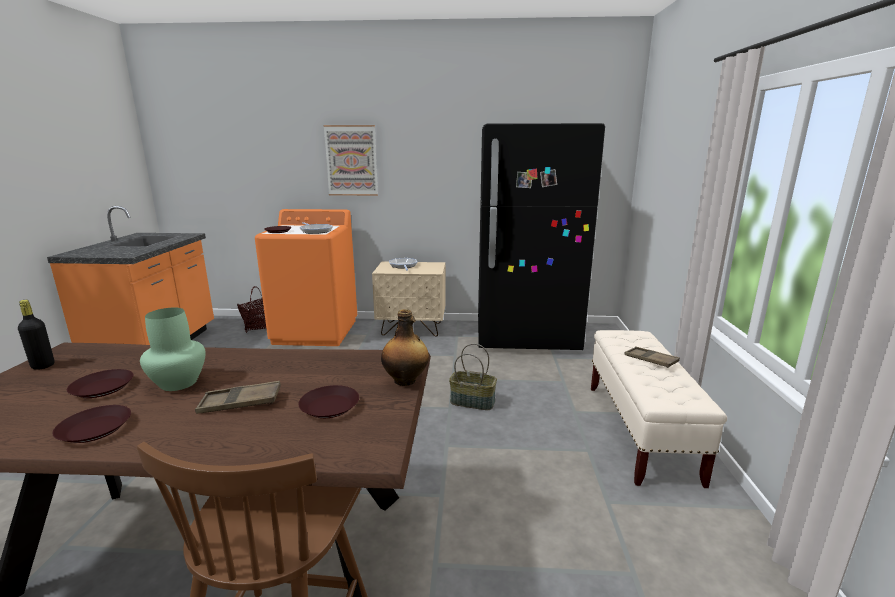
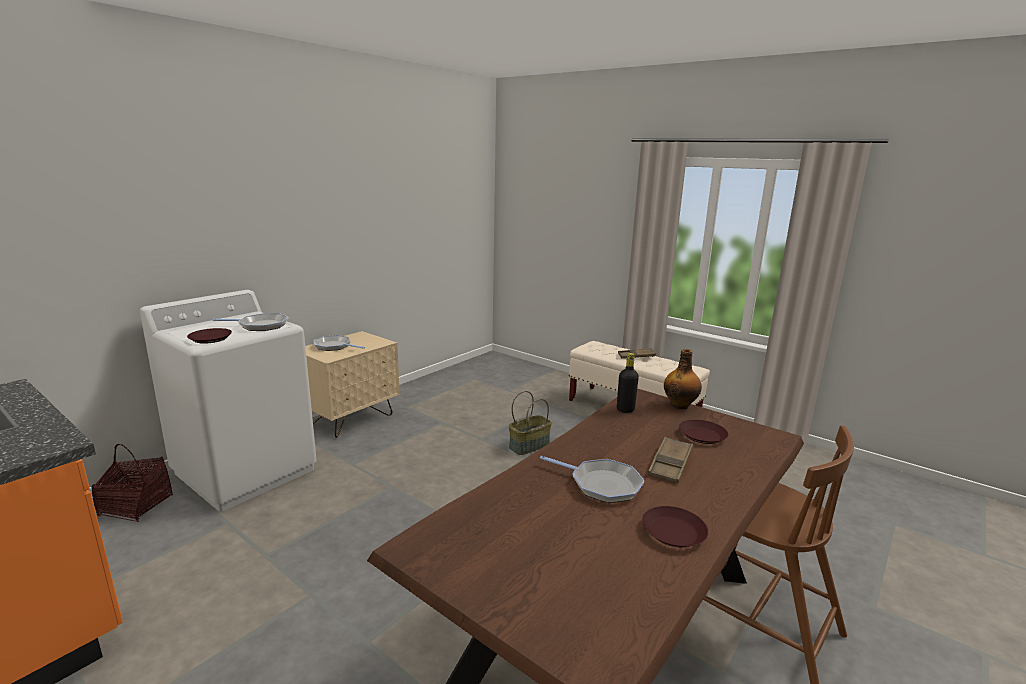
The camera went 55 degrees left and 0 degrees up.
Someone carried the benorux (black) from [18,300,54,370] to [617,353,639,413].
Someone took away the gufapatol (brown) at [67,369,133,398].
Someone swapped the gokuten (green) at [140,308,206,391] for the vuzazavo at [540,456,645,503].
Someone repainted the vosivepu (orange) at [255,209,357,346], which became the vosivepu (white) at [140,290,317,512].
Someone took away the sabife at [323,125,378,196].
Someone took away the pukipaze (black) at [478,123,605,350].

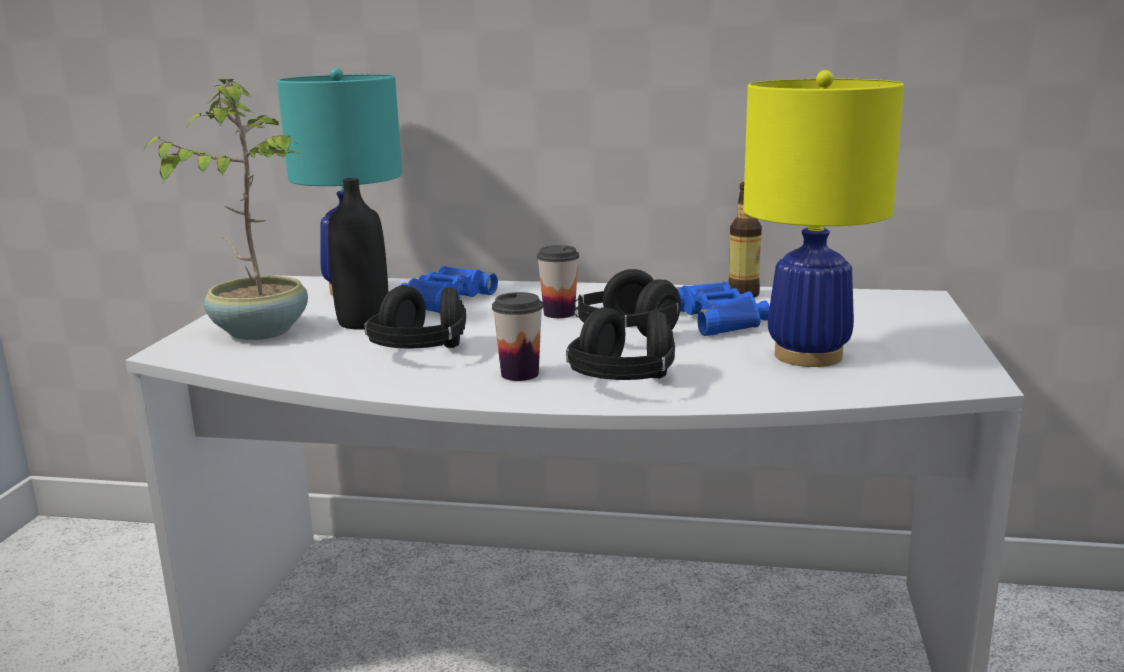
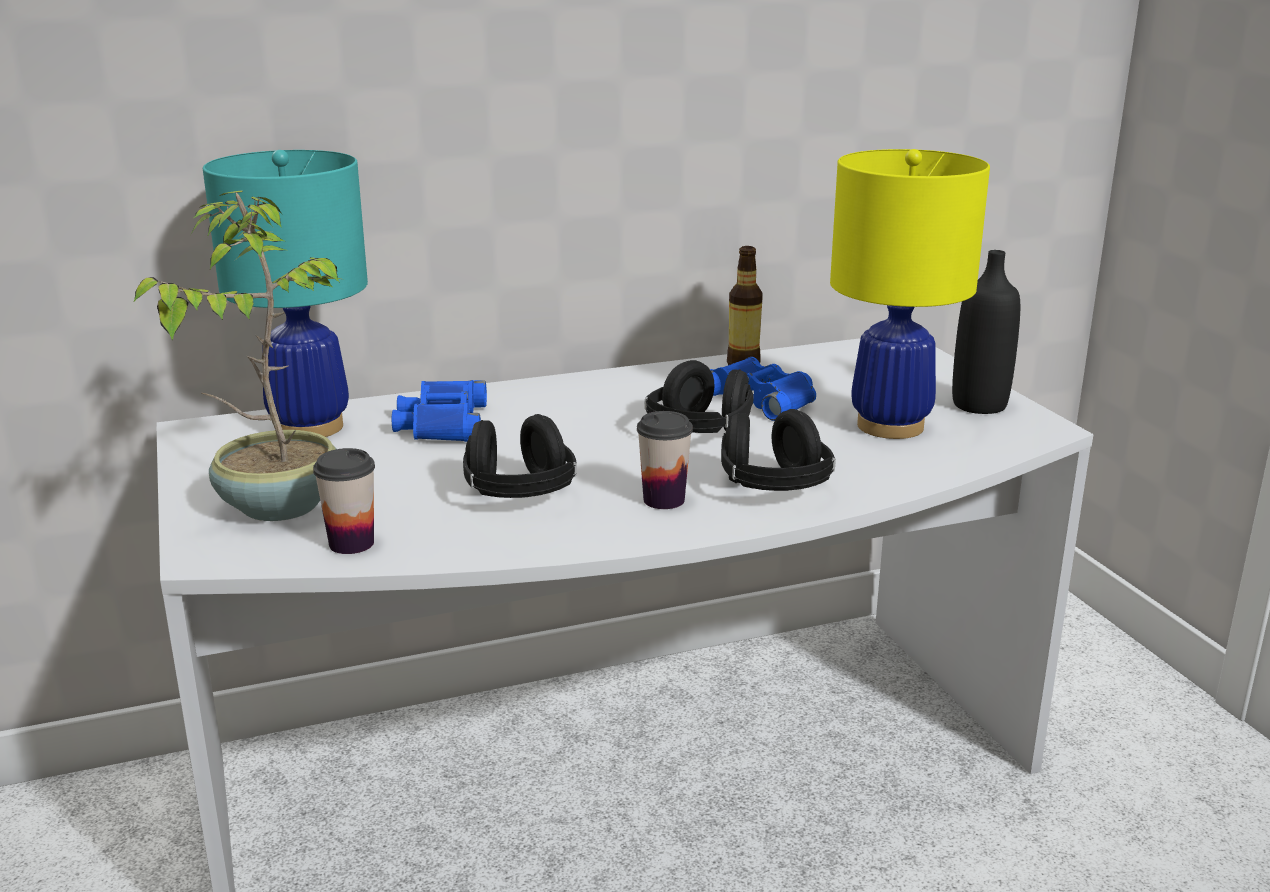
The camera went 30 degrees left and 5 degrees up.
Someone carried the benorux (black) from [328,178,388,330] to [952,250,1020,414].
Someone carried the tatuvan from [537,245,579,318] to [313,448,375,554].

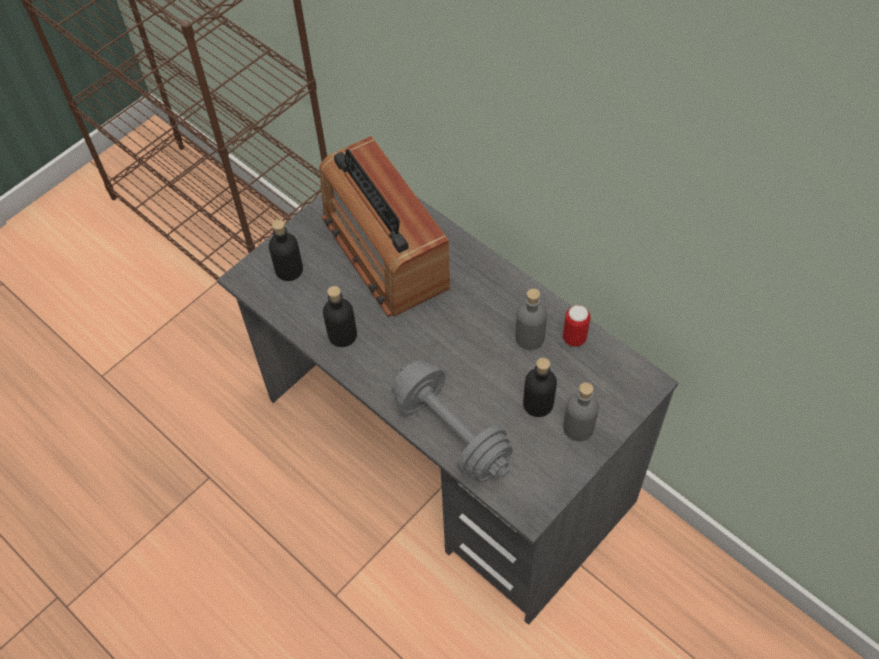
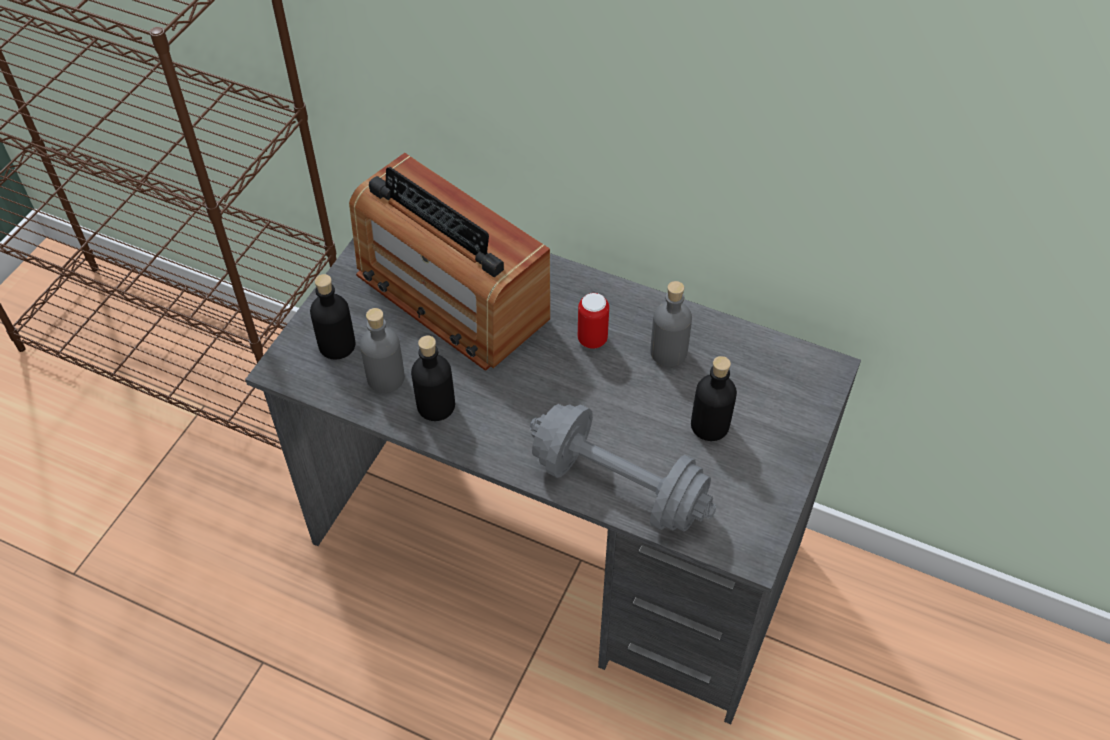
The camera went 20 degrees left and 5 degrees down.
Someone carried the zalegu from [563,305,590,347] to [578,293,609,349].
Someone carried the benorux (grey) from [563,382,599,441] to [360,308,405,393].

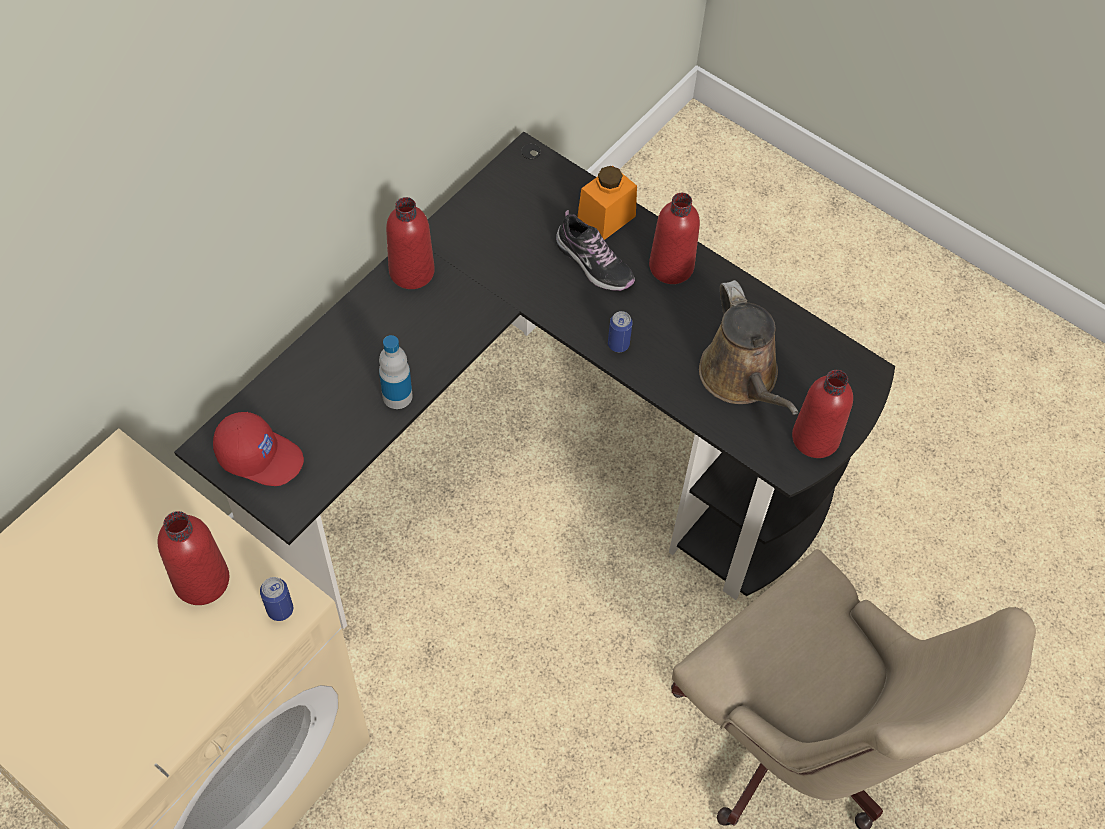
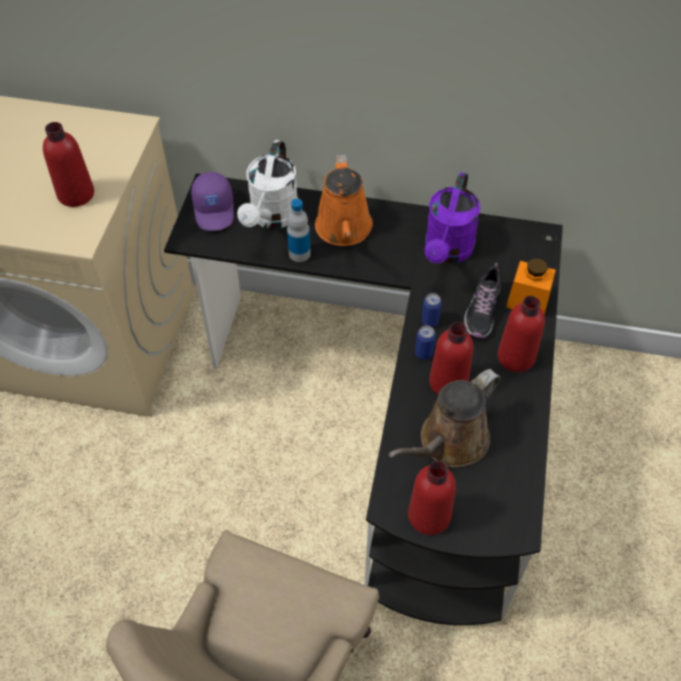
The camera went 65 degrees right and 5 degrees down.
Someone repainted the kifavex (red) at [213,412,304,486], which became the kifavex (purple) at [191,172,234,231].
Someone carried the zalegu from [260,577,293,621] to [422,293,442,327].
Someone carried the benorux (red) from [386,197,435,289] to [429,322,473,395].
Someone put down the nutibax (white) at [237,140,298,229].
Someone put down the nutibax (orange) at [315,155,373,246].
Someone put down the nutibax (purple) at [425,172,481,263].

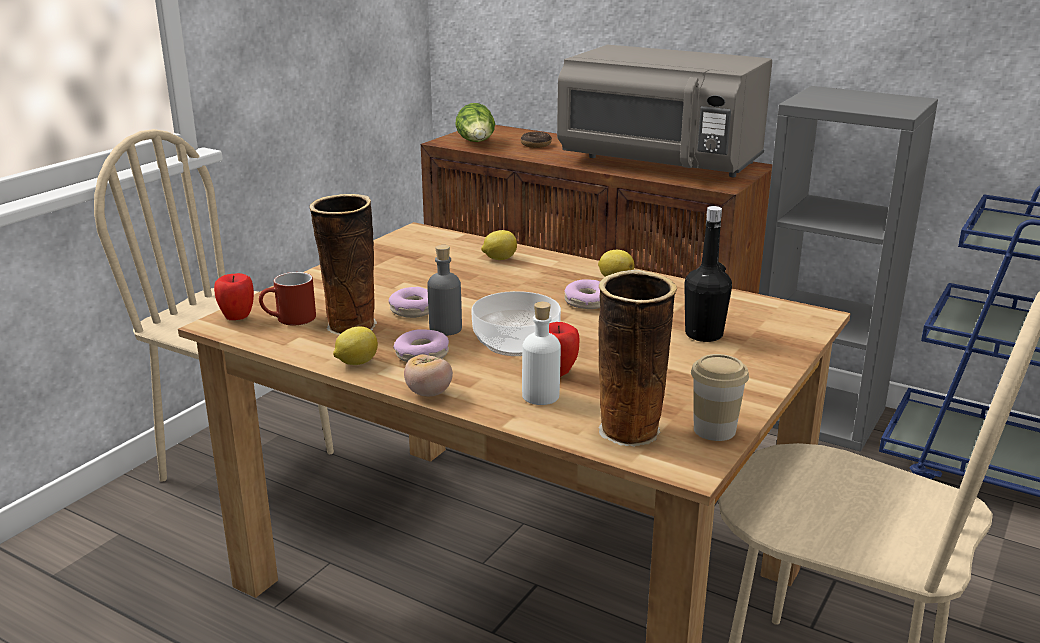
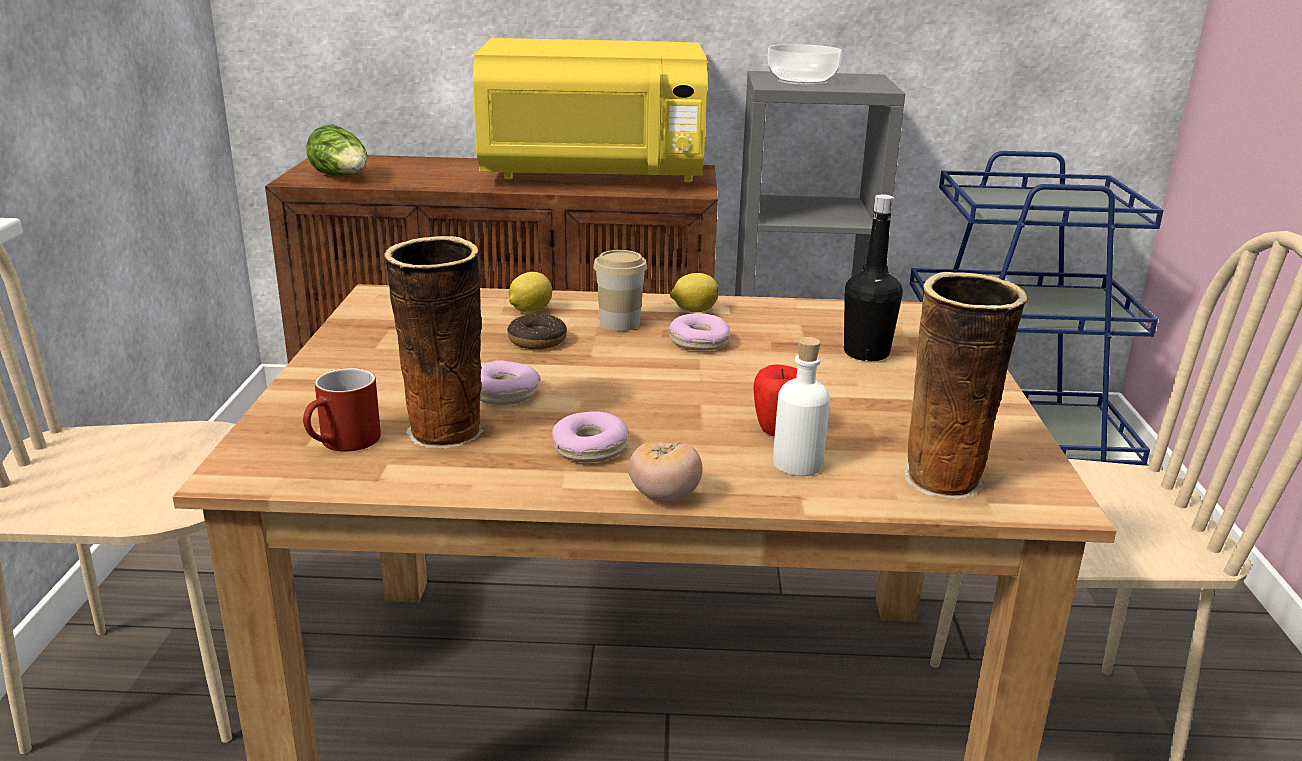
The camera went 30 degrees left and 0 degrees up.
Someone took away the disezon at [214,273,254,320].
Someone took away the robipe at [333,326,378,365].
Someone took away the benorux (grey) at [427,245,462,336].
Someone carried the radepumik from [471,291,561,356] to [768,44,842,85].
Someone carried the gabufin from [521,132,552,148] to [507,314,567,349].
Someone repainted the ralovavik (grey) at [557,45,772,177], which became the ralovavik (yellow) at [473,38,707,182].
Someone carried the tatuvan from [691,354,749,441] to [593,250,647,331].

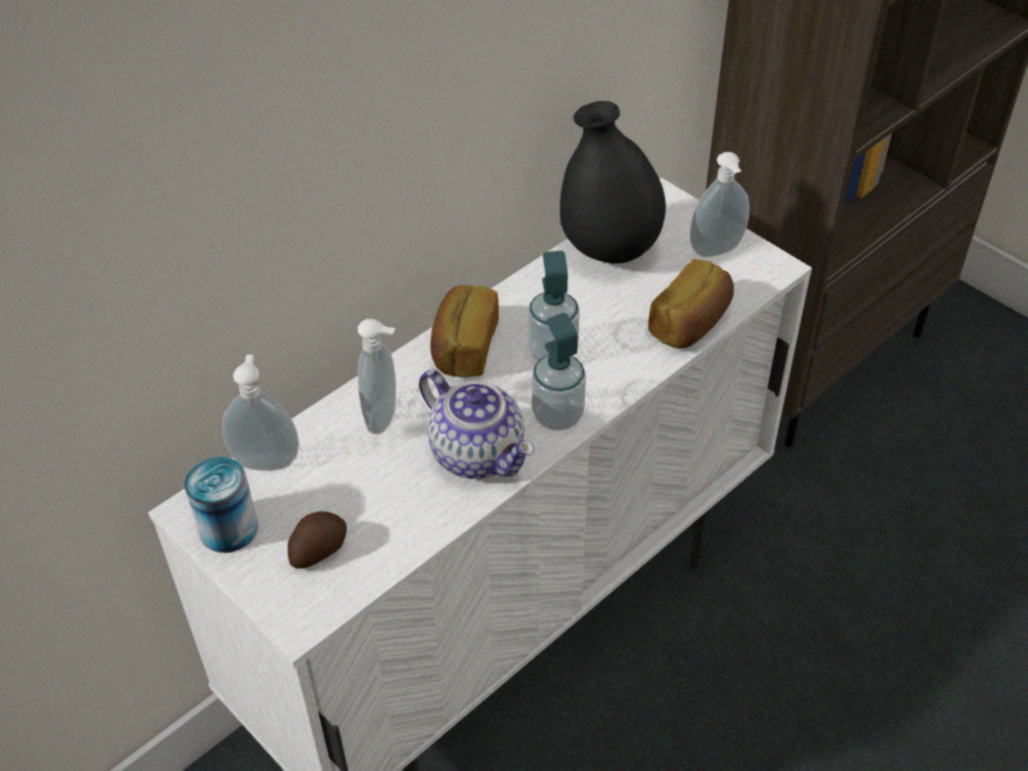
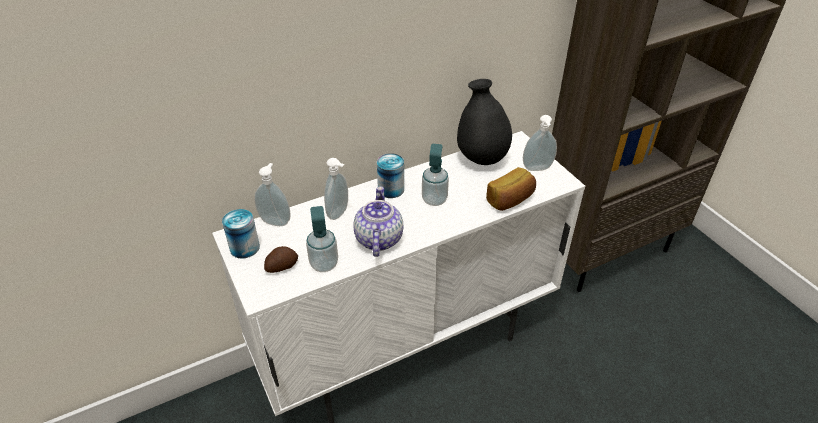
The camera went 15 degrees right and 5 degrees down.
Someone rotated the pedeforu at [419,370,534,479] by 150 degrees counterclockwise.
Someone swapped the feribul at [430,285,499,378] for the zalegu at [377,153,404,198].
Someone carried the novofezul from [532,313,586,431] to [306,206,338,272].

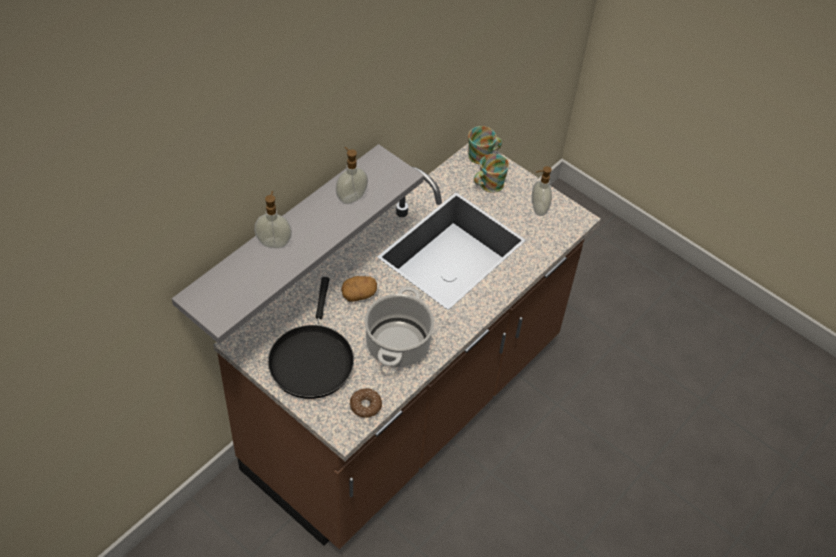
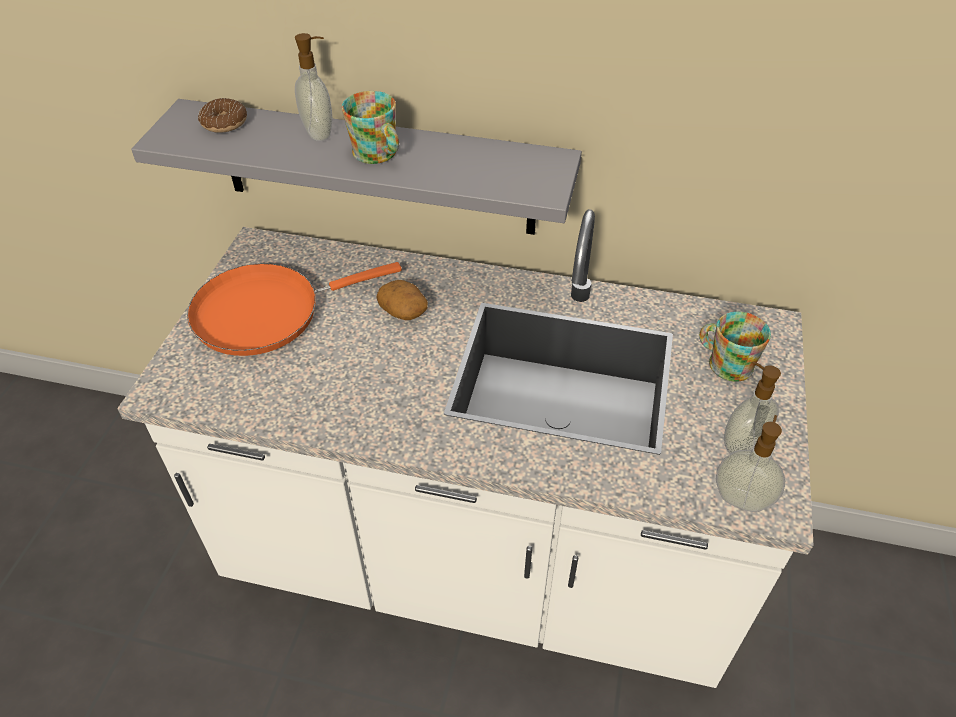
The camera went 65 degrees right and 5 degrees down.
Someone repainted the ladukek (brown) at [214,143,601,549], which became the ladukek (white) at [117,209,813,688].
Someone repainted the vuzazavo (black) at [268,277,354,399], which became the vuzazavo (orange) at [187,262,402,356].
Someone carried the novofezul from [336,147,368,204] to [716,415,785,512].
Someone carried the gabufin from [350,388,382,418] to [198,98,247,133].
Someone took away the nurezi at [365,287,434,367].
Someone carried the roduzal from [468,126,502,164] to [341,91,399,164].

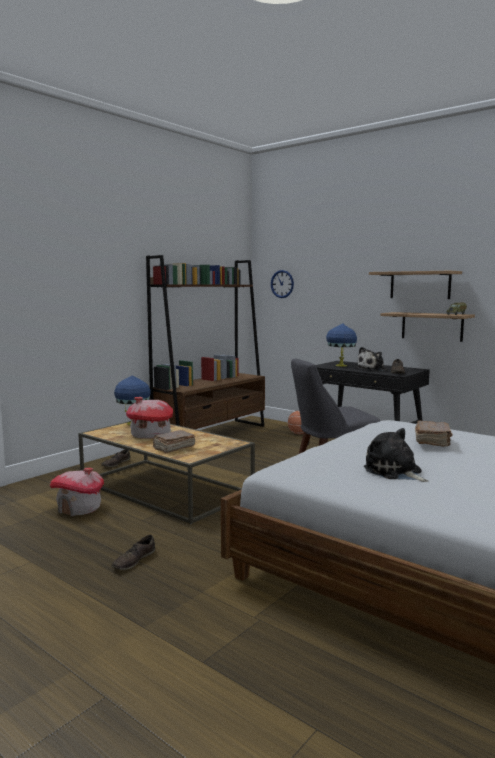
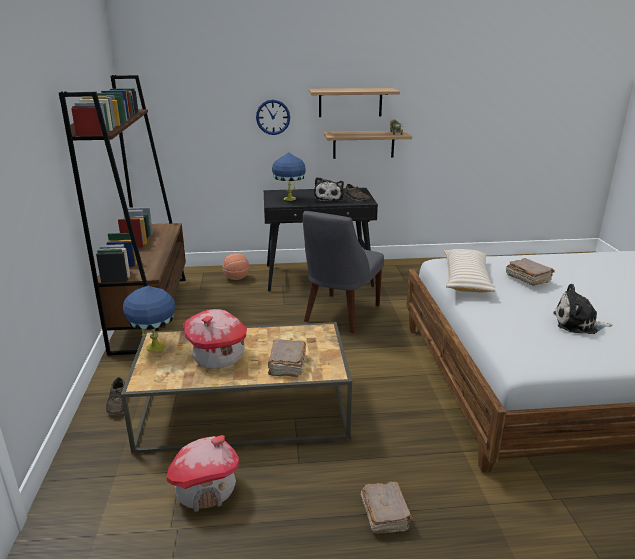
The camera went 45 degrees left and 15 degrees up.
Someone swapped the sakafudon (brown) at [111,535,155,570] for the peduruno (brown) at [361,481,413,534].
Someone carried the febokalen from [271,270,294,298] to [256,100,290,135].
Someone put down the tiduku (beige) at [444,249,496,292].

